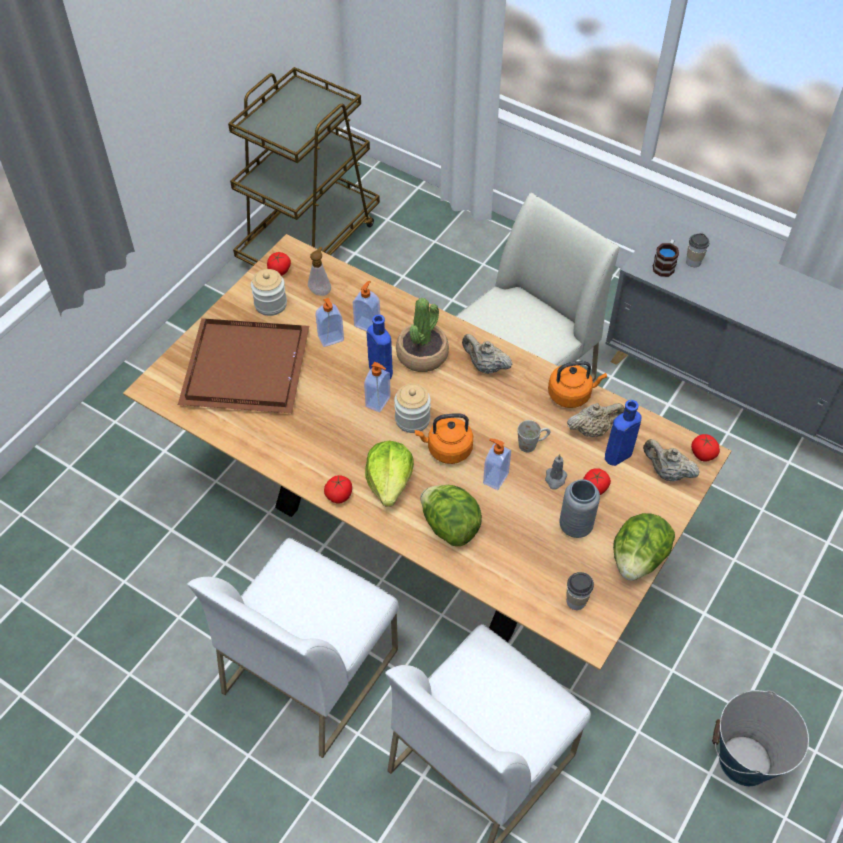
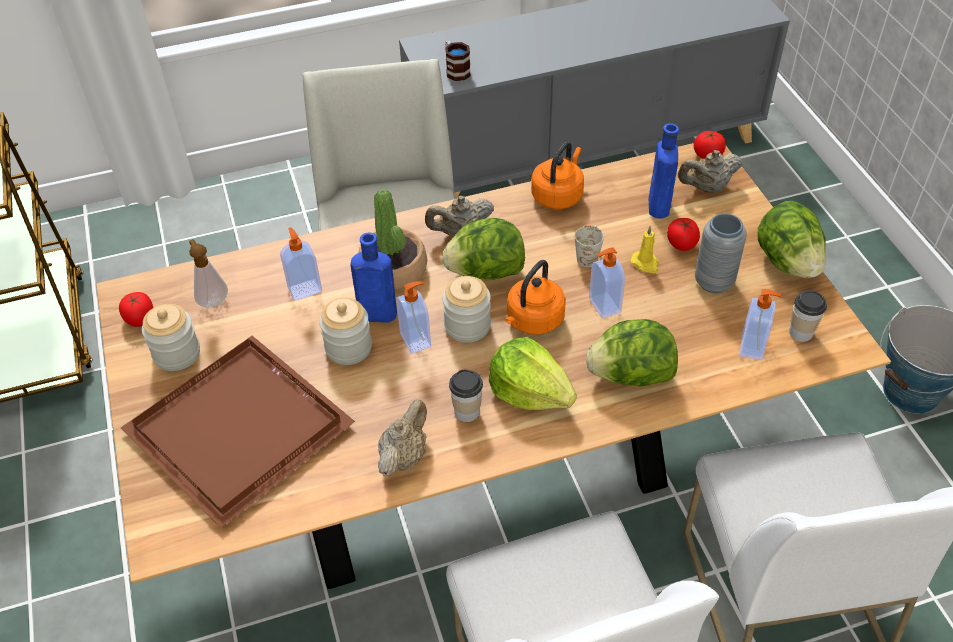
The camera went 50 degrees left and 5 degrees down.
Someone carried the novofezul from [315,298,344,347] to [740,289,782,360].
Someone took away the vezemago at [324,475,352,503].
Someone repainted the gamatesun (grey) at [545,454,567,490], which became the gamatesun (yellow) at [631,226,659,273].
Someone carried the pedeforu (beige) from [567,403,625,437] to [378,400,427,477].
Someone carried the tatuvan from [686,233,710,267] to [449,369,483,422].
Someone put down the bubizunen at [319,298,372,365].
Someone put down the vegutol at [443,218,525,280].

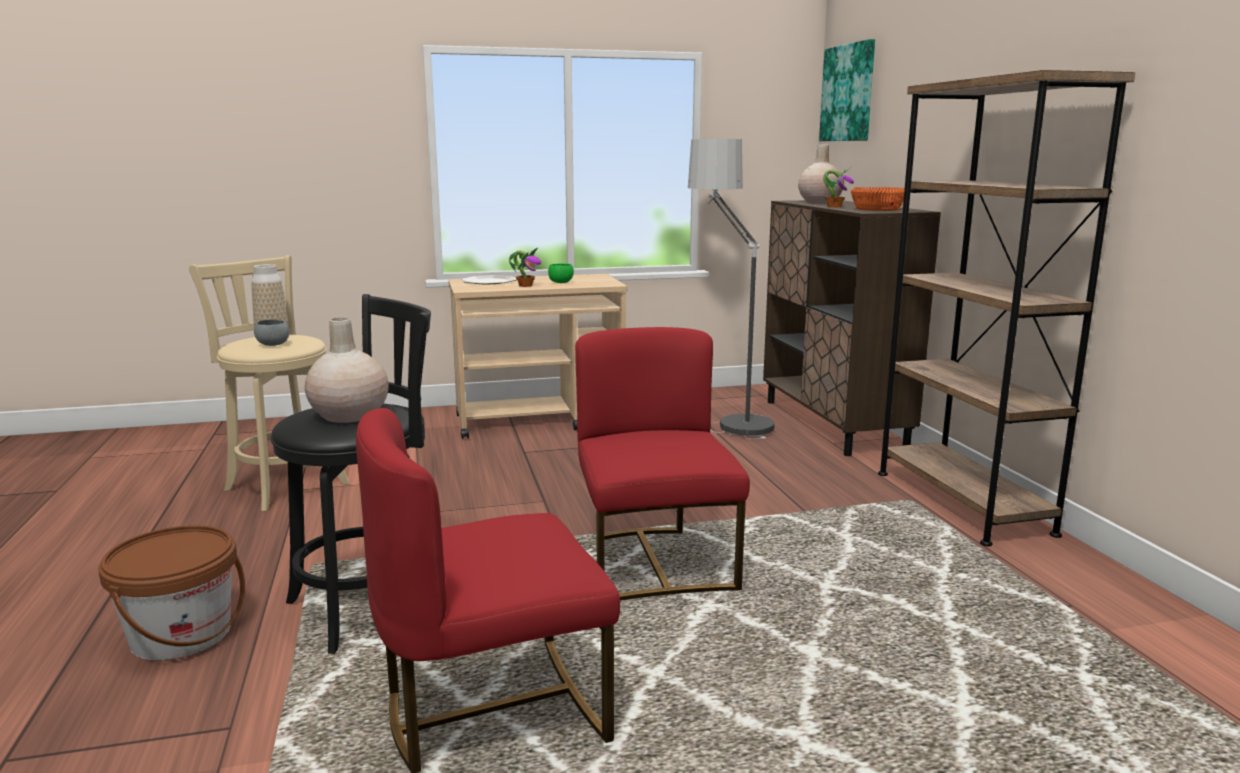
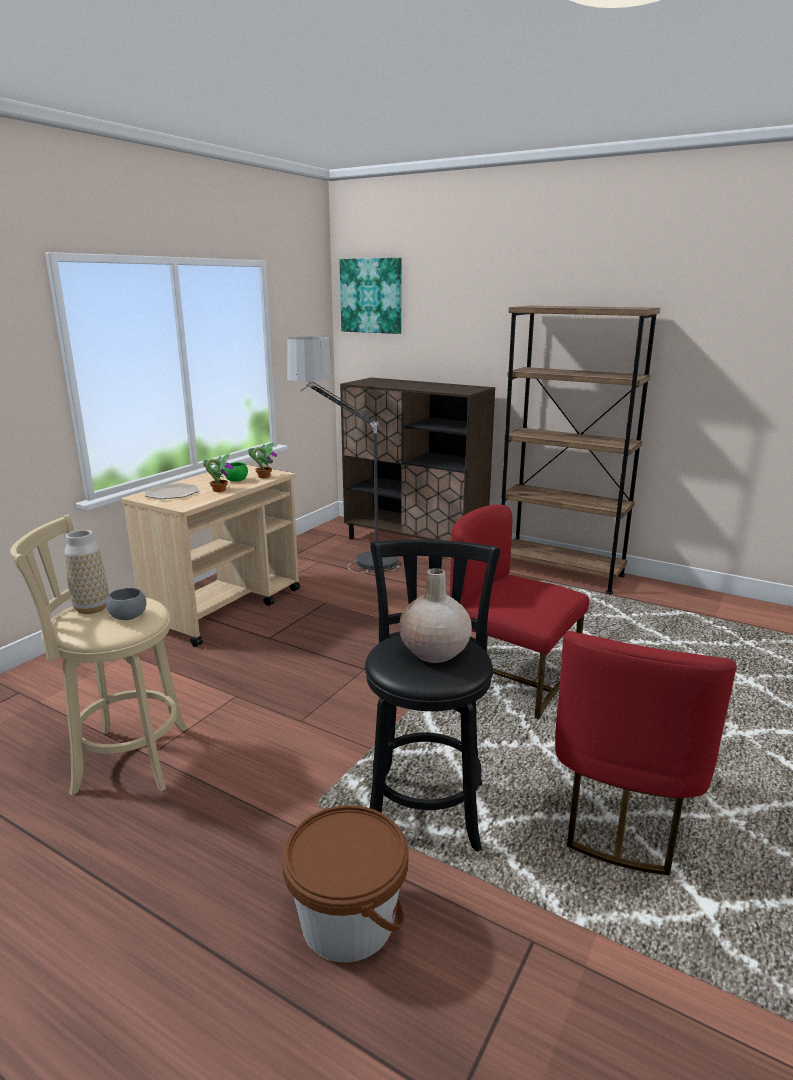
The camera went 45 degrees left and 5 degrees up.
Someone took away the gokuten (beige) at [798,145,844,203].
Someone carried the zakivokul from [823,166,854,207] to [248,442,277,478].
Someone took away the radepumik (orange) at [851,187,905,211].

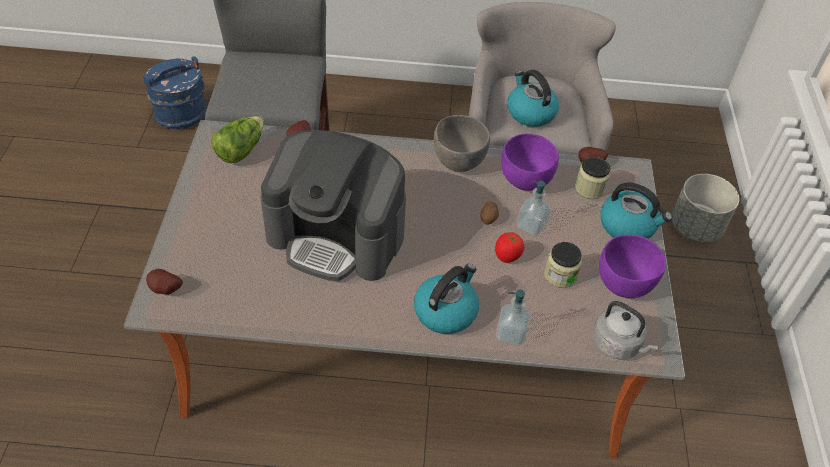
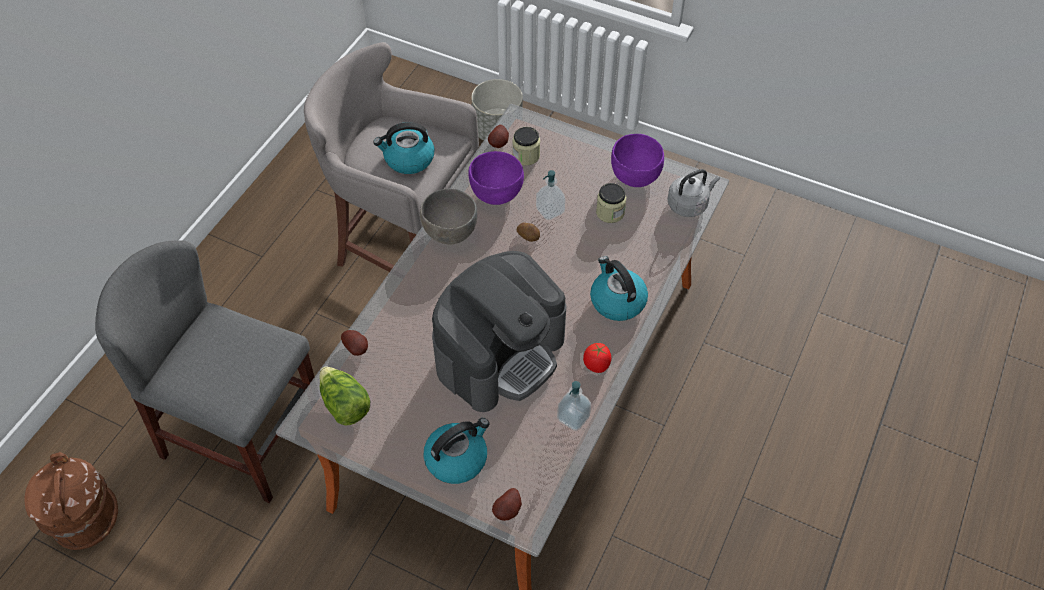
The camera went 65 degrees left and 5 degrees up.
Someone repainted the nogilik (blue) at [143,57,207,129], which became the nogilik (brown) at [25,452,118,550].
Someone carried the vezemago from [495,232,524,263] to [583,343,611,373].
Someone carried the novofezul from [496,290,530,346] to [557,381,591,431].
Someone carried the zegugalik from [600,183,672,239] to [423,418,489,484].

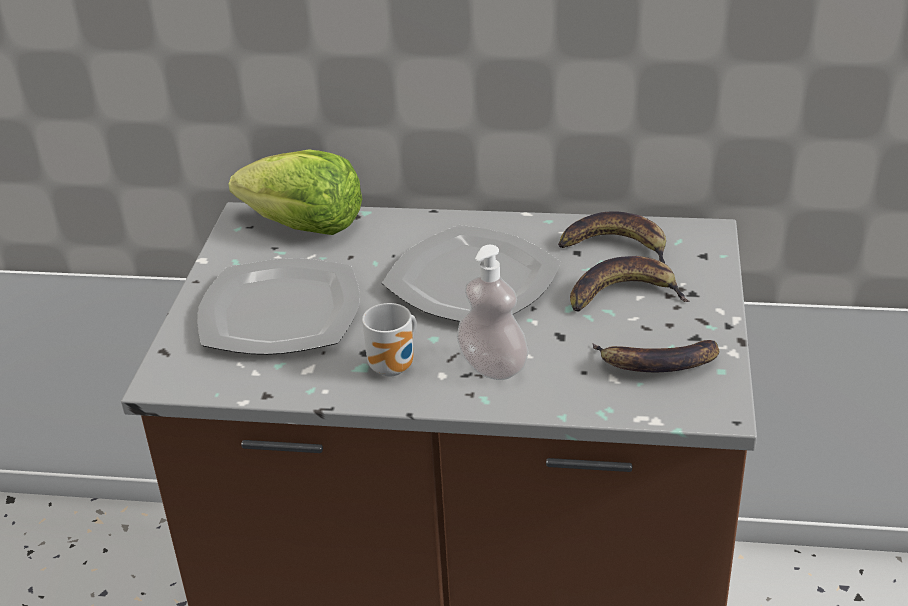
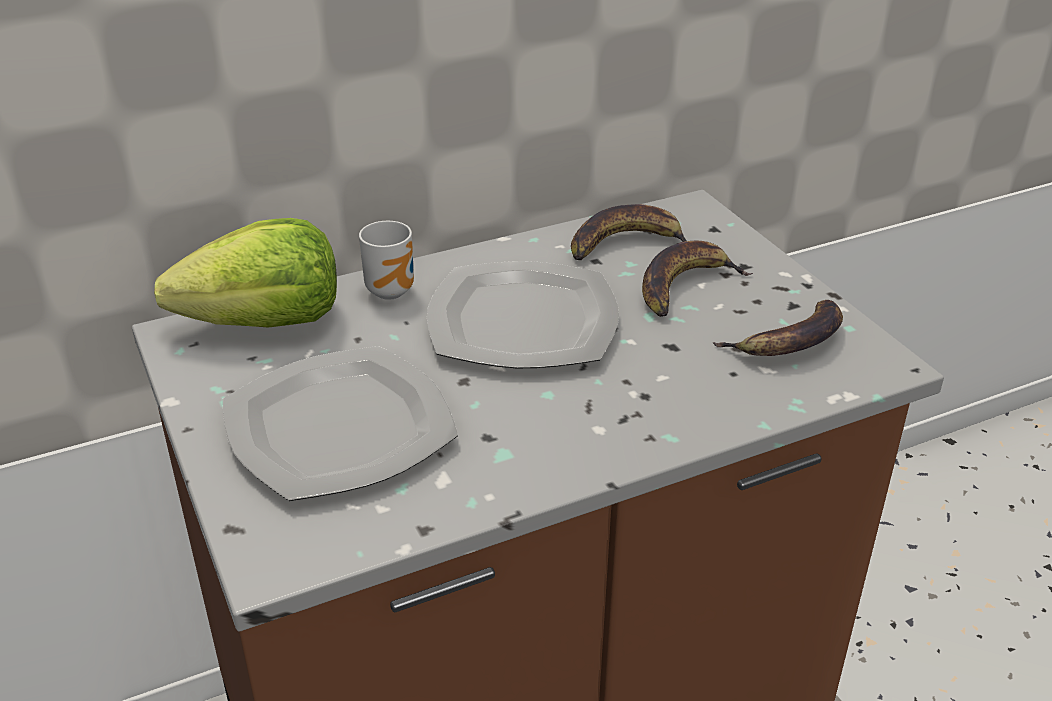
The camera went 35 degrees left and 0 degrees up.
Someone carried the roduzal from [362,303,417,377] to [359,221,414,300].
Someone took away the novofezul at [457,245,529,380].

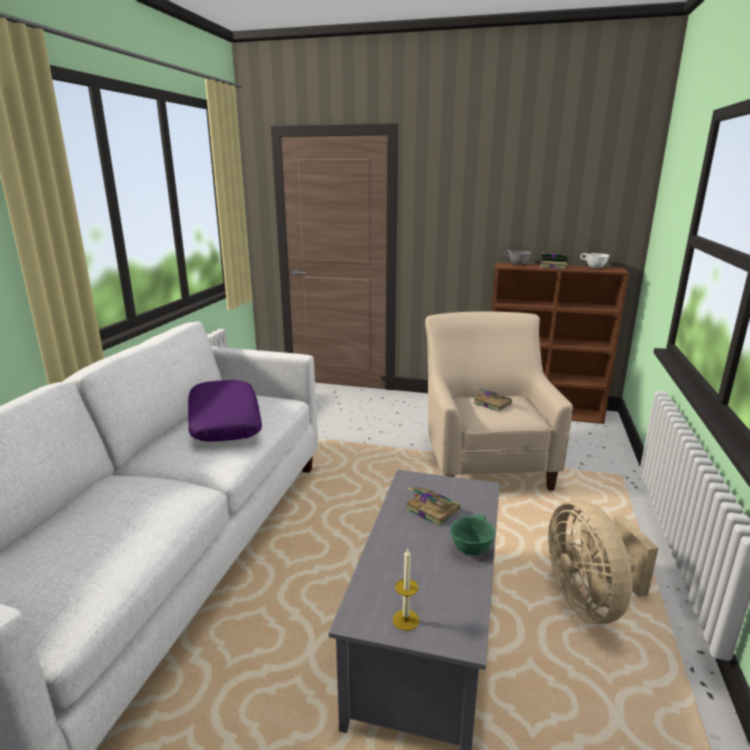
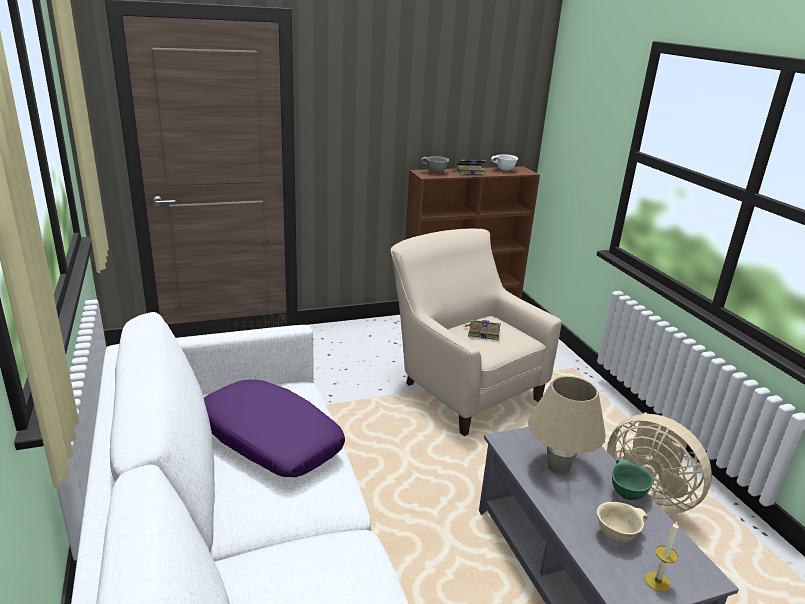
The camera went 35 degrees left and 5 degrees up.
Someone swapped the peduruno at [405,487,460,527] for the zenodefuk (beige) at [528,376,606,474].
Someone put down the radepumik (beige) at [597,502,648,543].

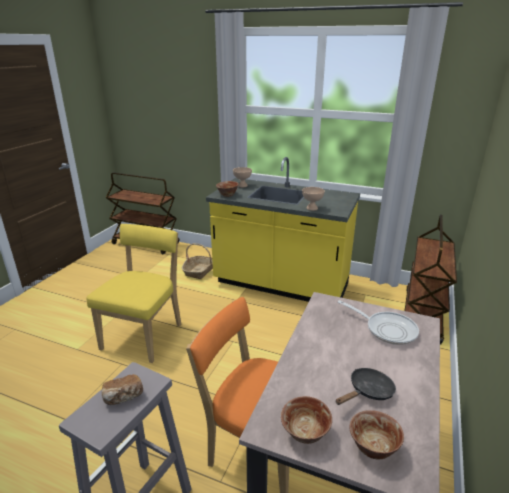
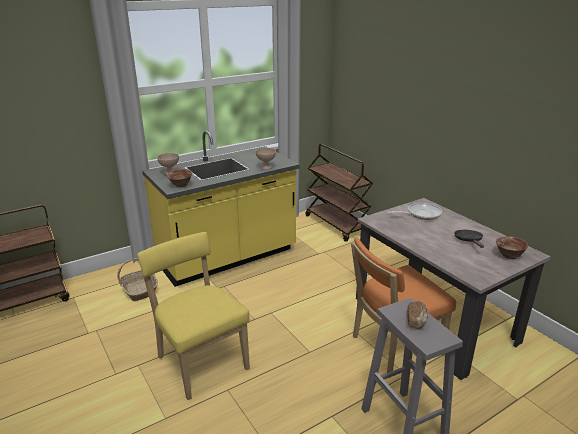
The camera went 55 degrees left and 0 degrees up.
Someone took away the radepumik at [281,396,332,444].

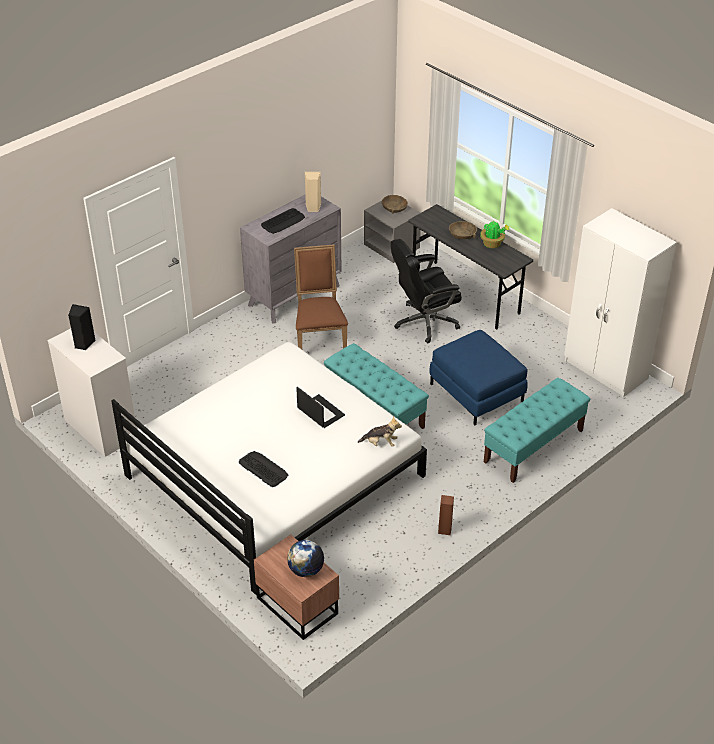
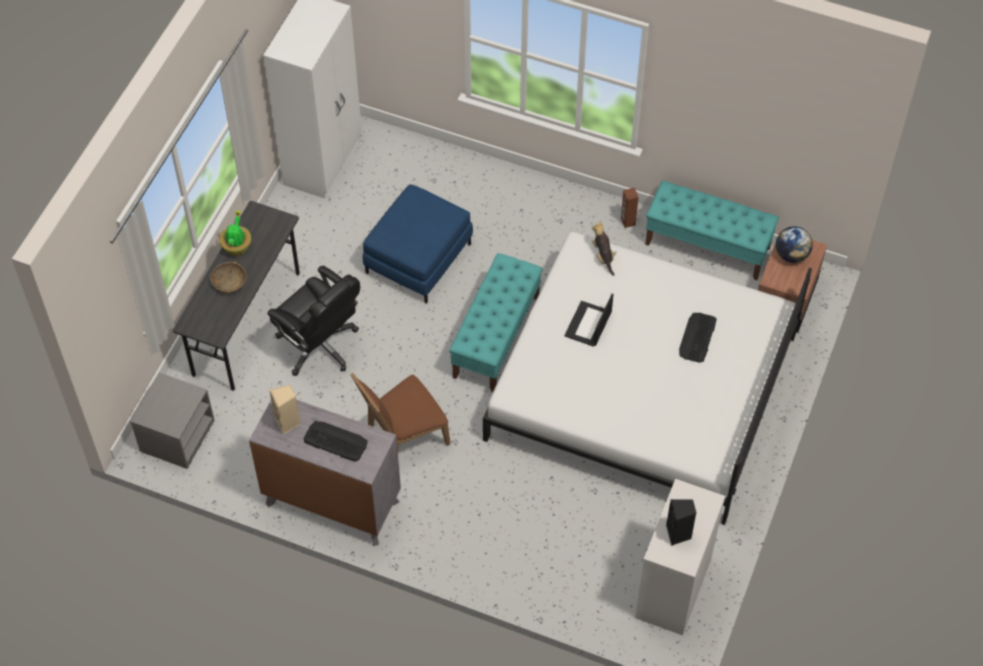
The camera went 115 degrees left and 15 degrees up.
Someone took away the radepumik (brown) at [382,195,408,214].
Someone carried the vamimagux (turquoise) from [484,378,590,483] to [645,180,779,280].

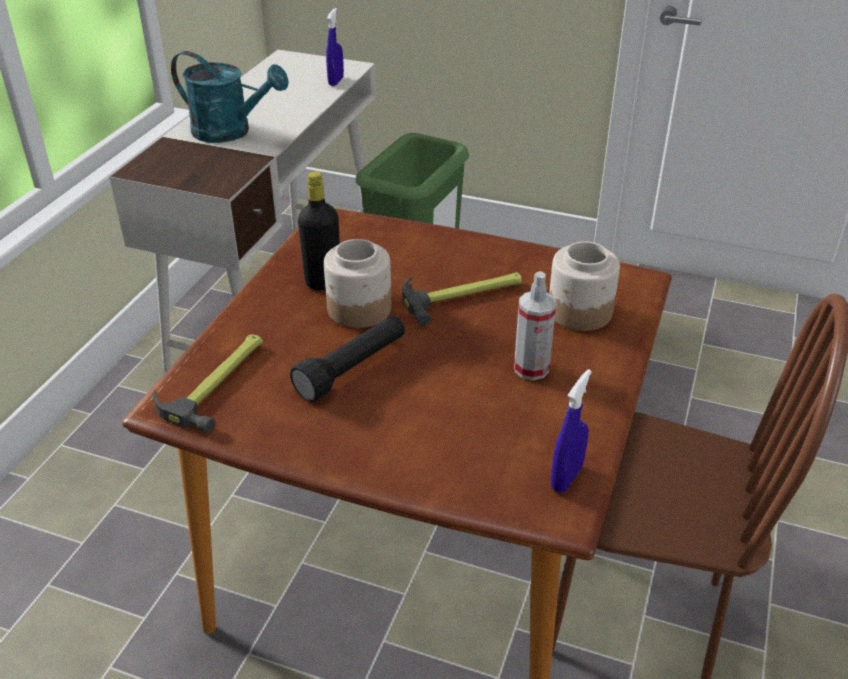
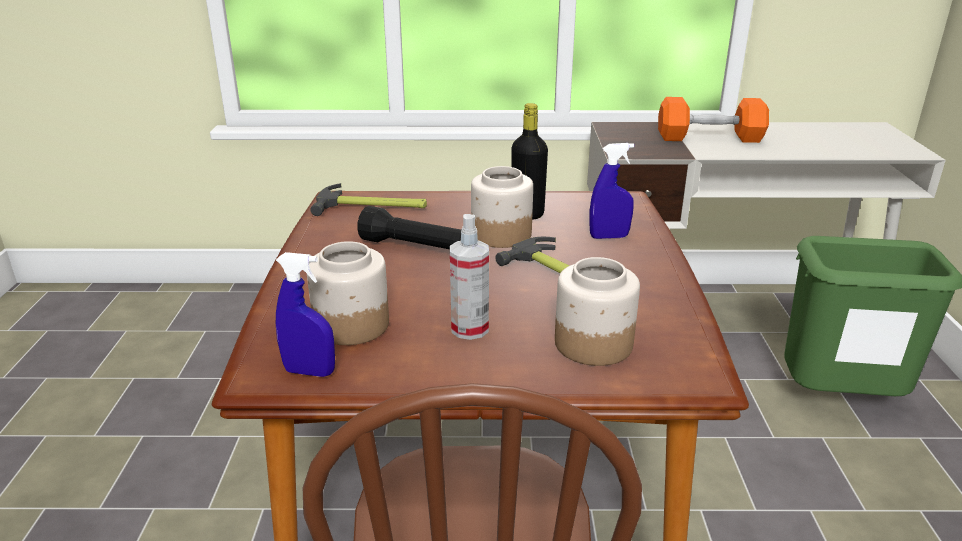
The camera went 70 degrees right and 10 degrees down.
Someone swapped the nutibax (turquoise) at [171,51,289,143] for the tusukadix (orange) at [658,97,769,143].
Someone carried the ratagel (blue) from [326,8,344,86] to [590,143,634,239].
Someone put down the bubizunen at [307,241,389,345].

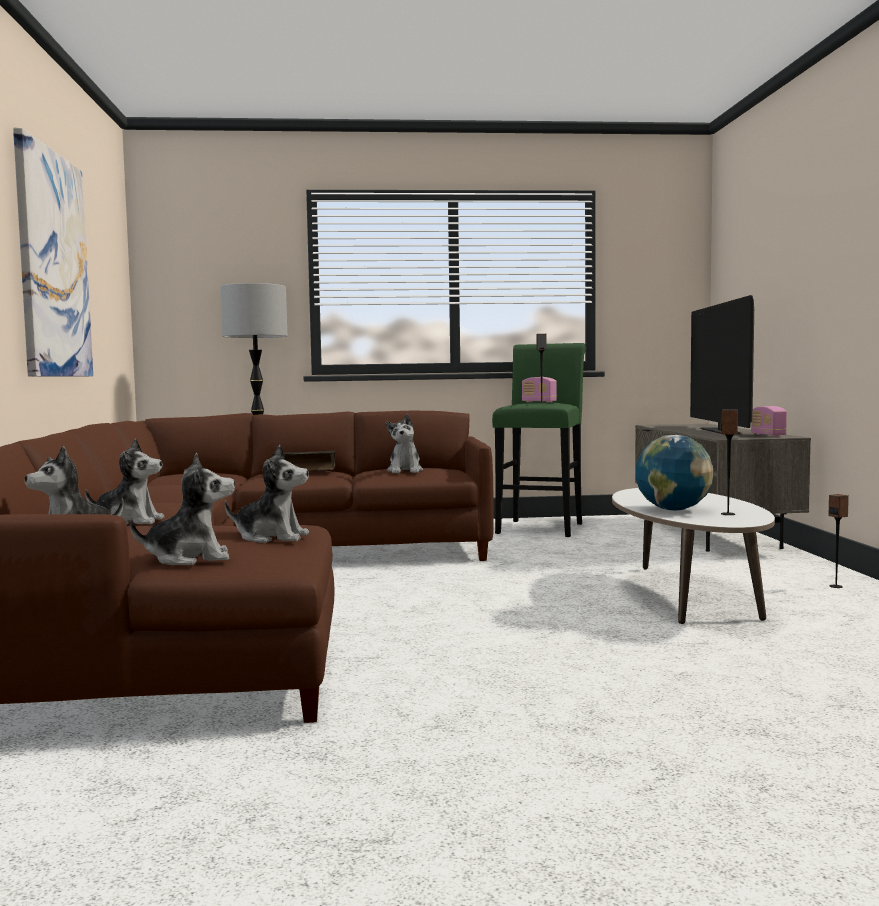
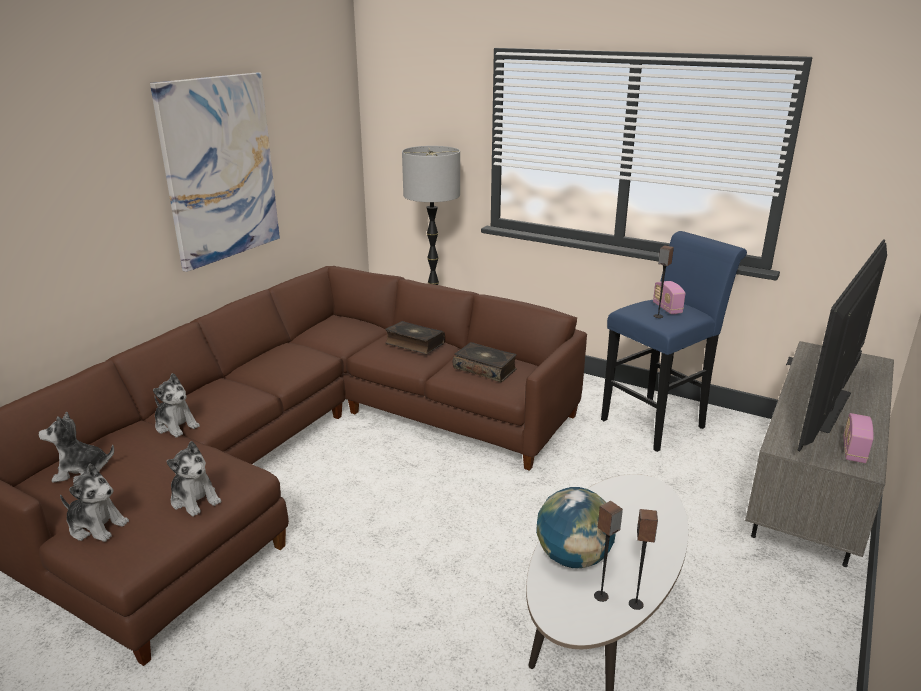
The camera went 35 degrees right and 20 degrees up.
Someone swapped the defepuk at [386,414,423,473] for the peduruno at [453,342,517,382].
Someone repainted the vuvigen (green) at [492,343,586,537], which became the vuvigen (blue) at [601,231,747,452].
Someone carried the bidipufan from [828,494,849,588] to [629,509,658,610].

